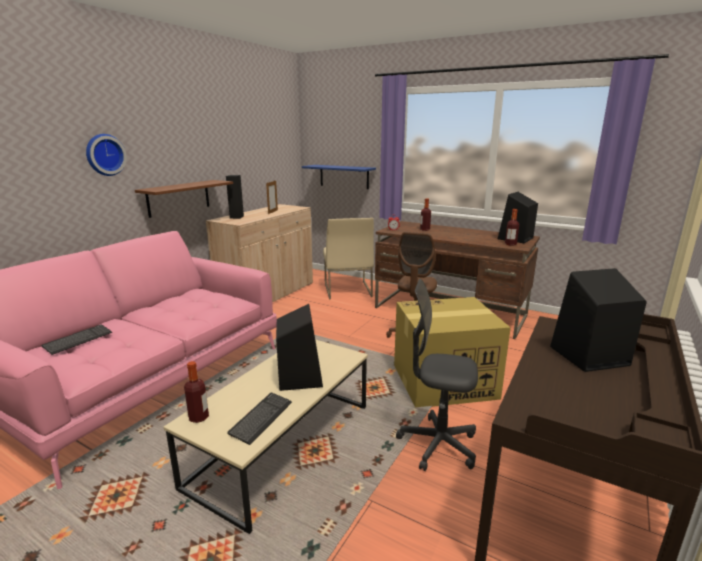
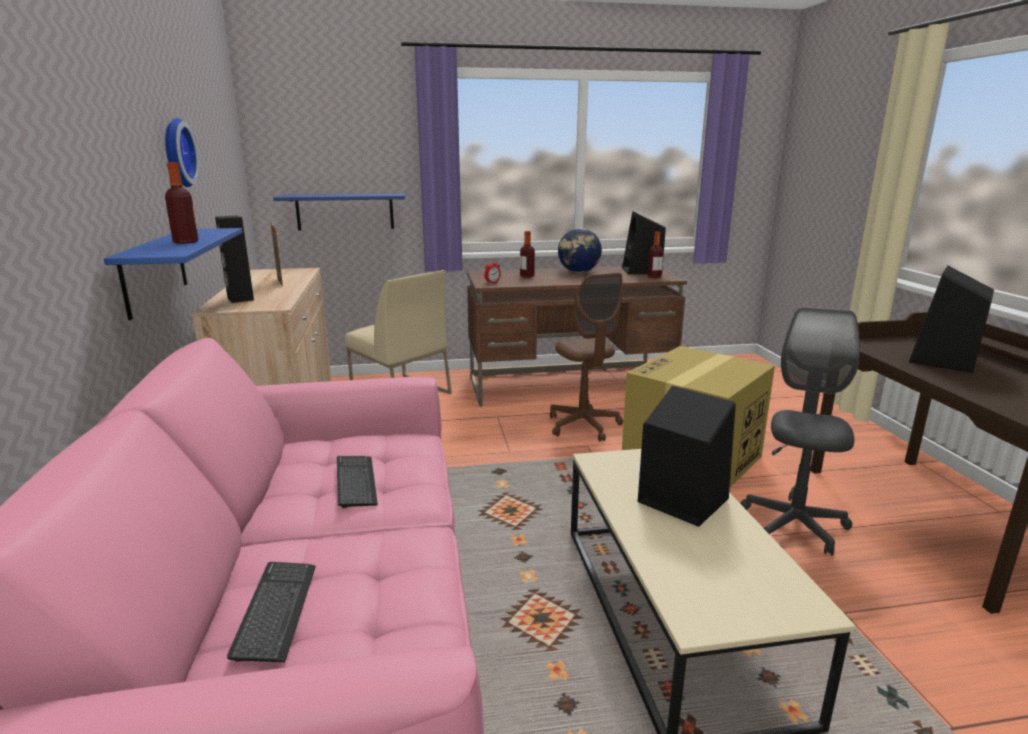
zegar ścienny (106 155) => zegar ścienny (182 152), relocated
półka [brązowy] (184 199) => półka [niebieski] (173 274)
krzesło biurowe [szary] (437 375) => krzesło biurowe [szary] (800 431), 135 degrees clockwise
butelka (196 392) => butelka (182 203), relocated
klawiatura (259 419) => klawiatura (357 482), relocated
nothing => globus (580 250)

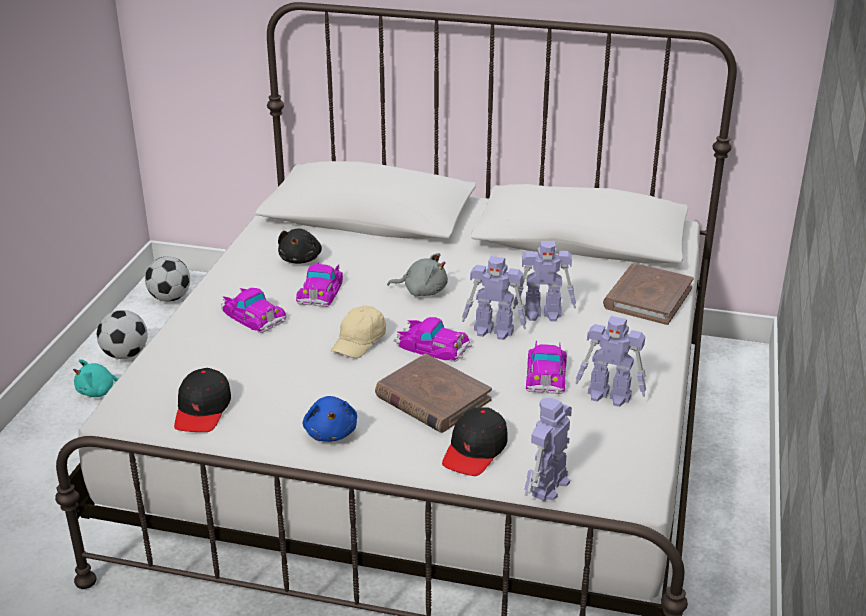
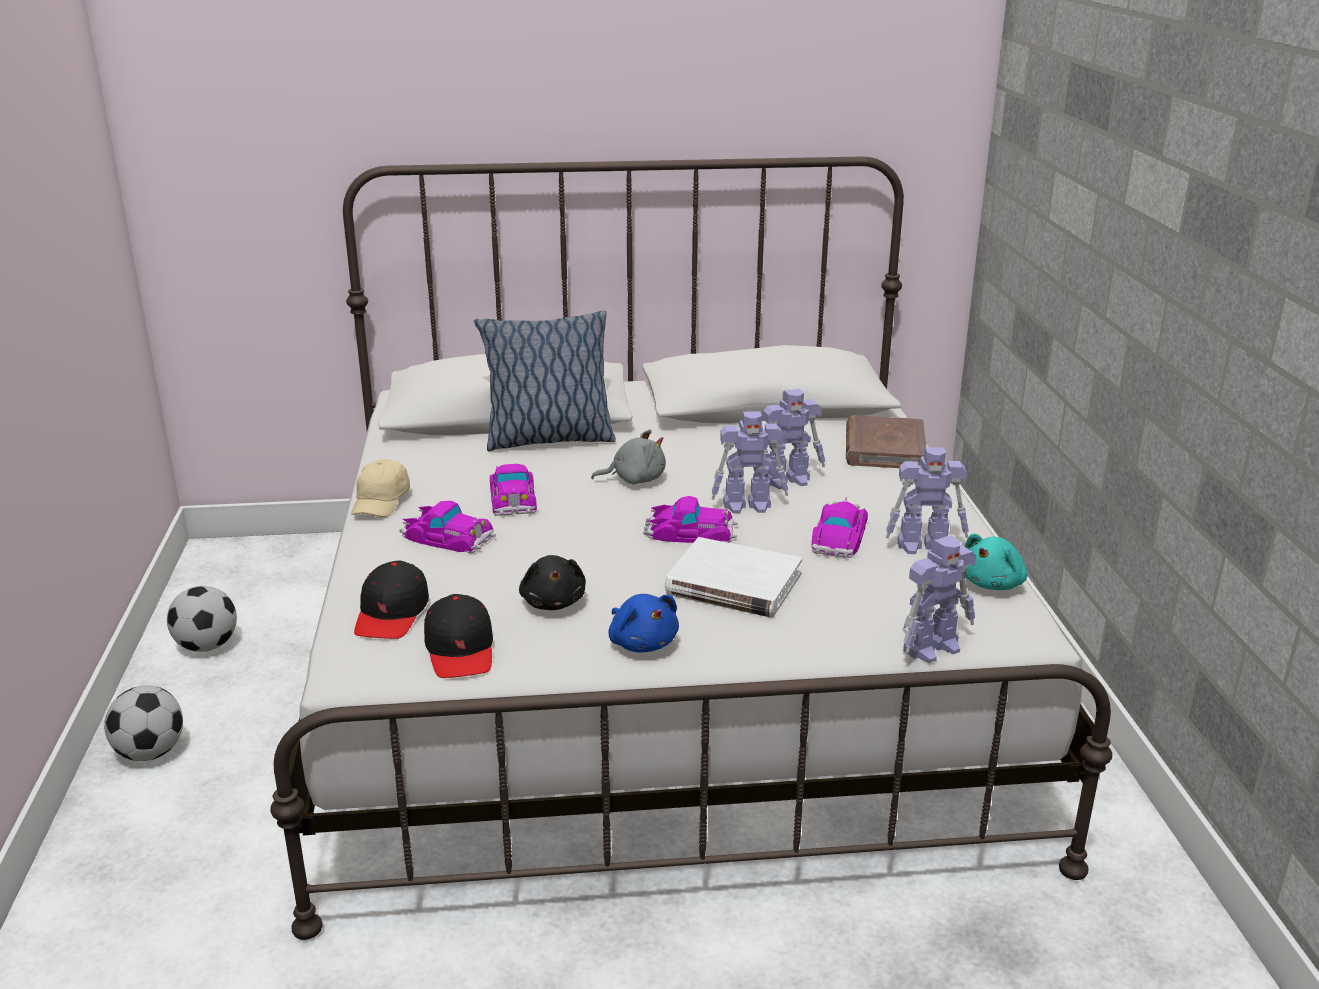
pluszak [czarny] (300 246) => pluszak [czarny] (552 582), relocated
piłka futbolowa (167 279) => piłka futbolowa (143 723), relocated
czapka z daszkiem [beżowy] (358 332) => czapka z daszkiem [beżowy] (380 488), relocated
samochodzik (546 367) => samochodzik (840 527), 150 degrees counterclockwise
książka [brązowy] (433 393) => książka [biały] (733 577)
pluszak [turkusowy] (96 378) => pluszak [turkusowy] (996 561), relocated
robot zabawkowy (548 449) => robot zabawkowy (939 599), 135 degrees counterclockwise
czapka z daszkiem [czarny] (475 441) => czapka z daszkiem [czarny] (391 599), relocated
nothing => poduszka (545 381)

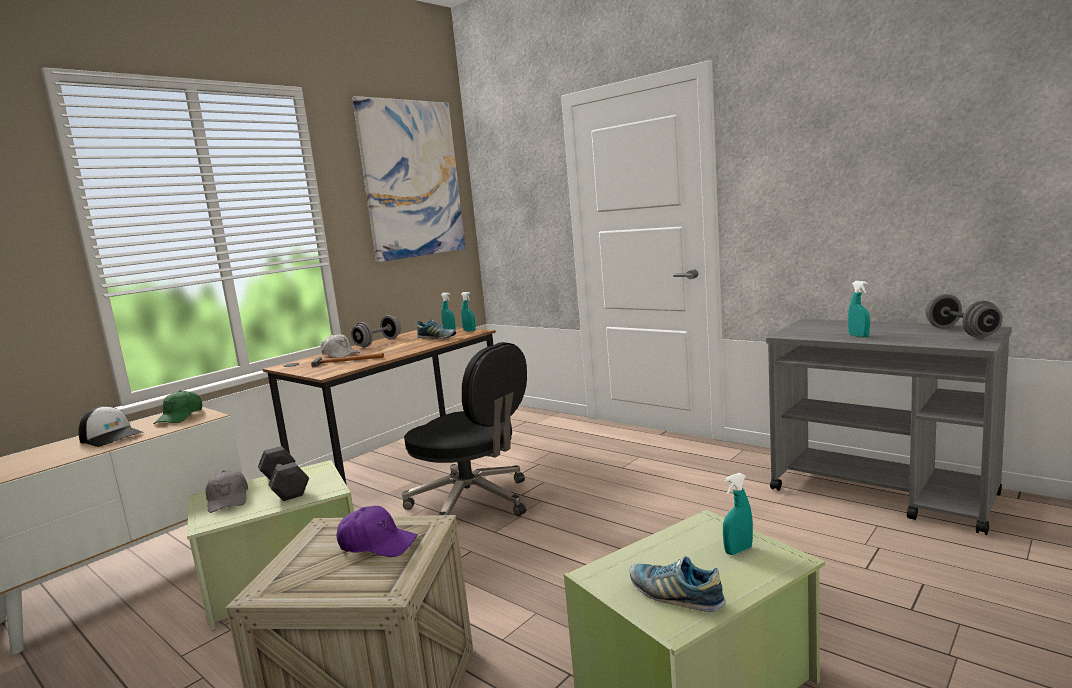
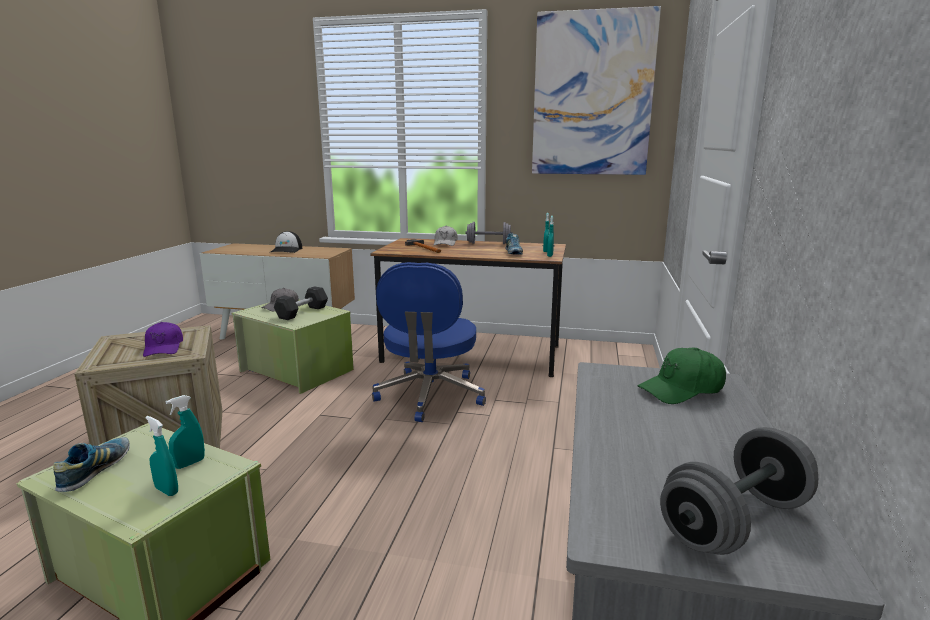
spryskiwacz [turkusowy] (859 309) => spryskiwacz [turkusowy] (185 432), relocated
krzesło biurowe [czarny] (464 429) => krzesło biurowe [niebieski] (429 342)
czapka z daszkiem [zielony] (177 407) => czapka z daszkiem [zielony] (682 376), relocated

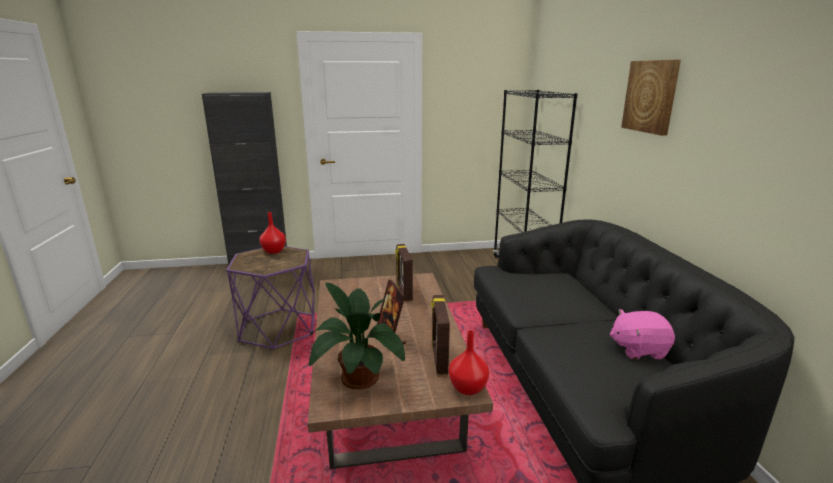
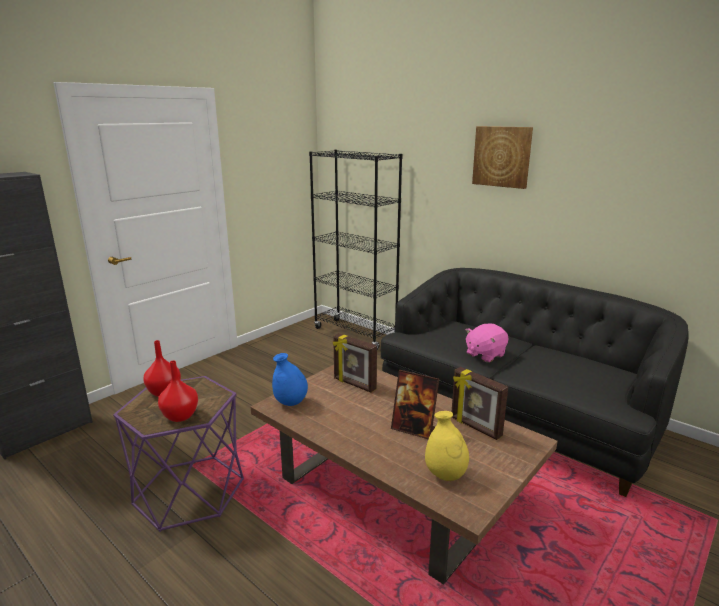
roślina doniczkowa (357 335) => wazon [żółty] (447 446)
pluszak [różowy] (642 334) => pluszak [różowy] (487 342), relocated
wazon [czerwony] (469 362) => wazon [czerwony] (178 391), relocated
nothing => wazon [niebieski] (290 379)

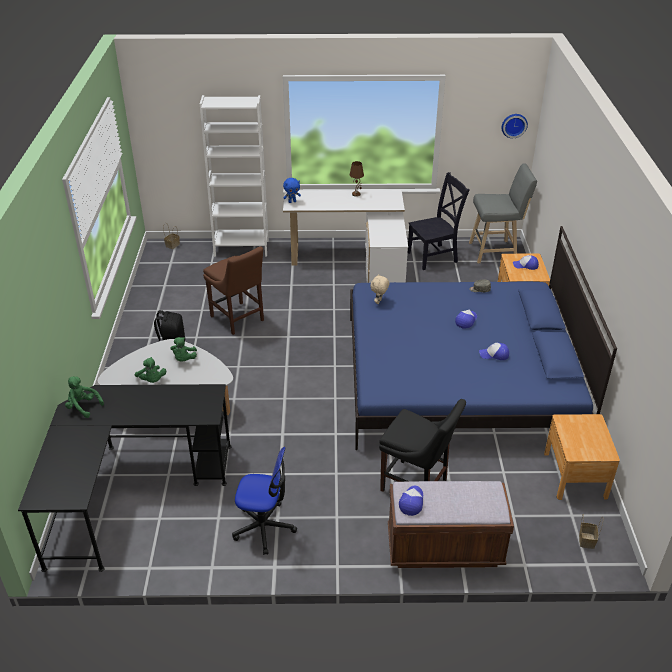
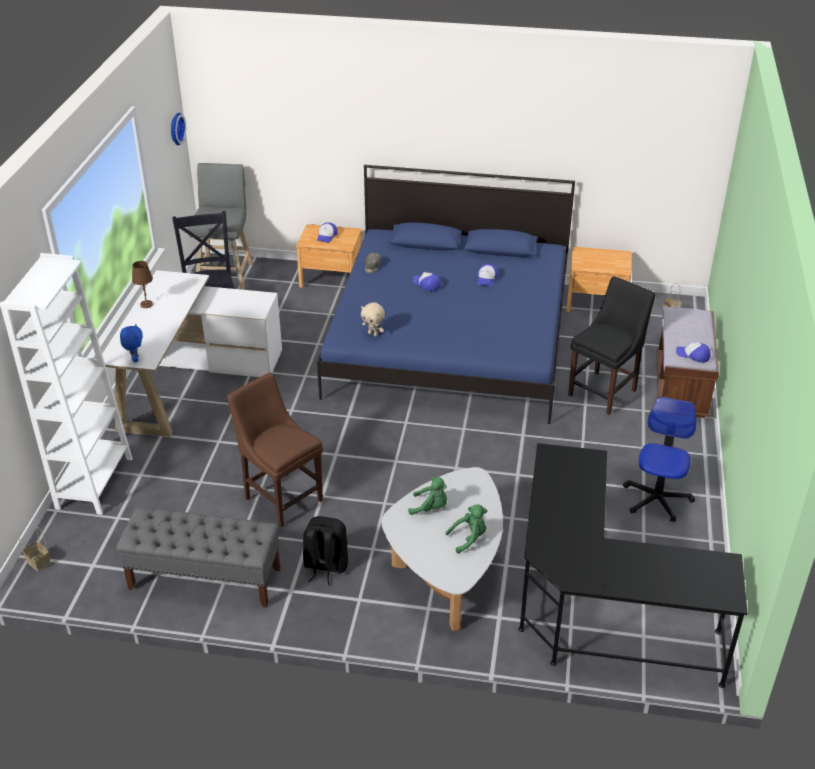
krzesło [brązowy] (233 290) => krzesło [brązowy] (275 449), 105 degrees counterclockwise
pluszak [zielony] (84 397) => nothing
nothing => ławka [szary] (198 557)

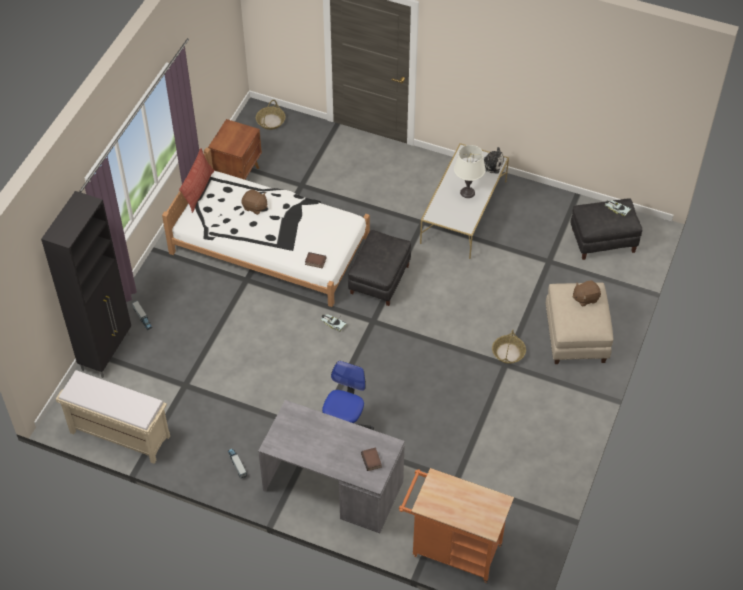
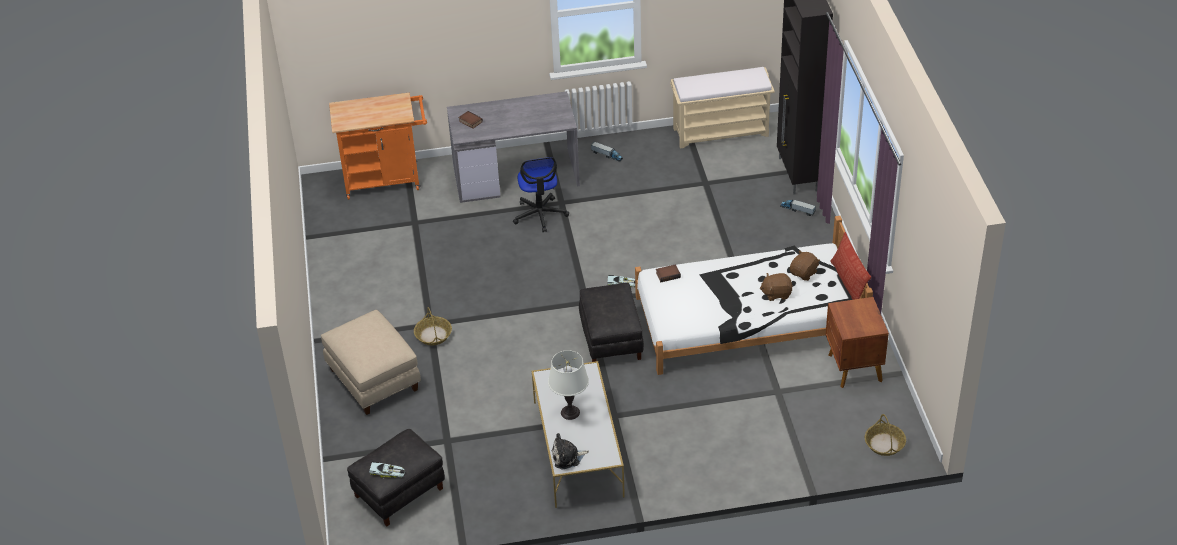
pluszak [brązowy] (586 293) => pluszak [brązowy] (805 265), relocated

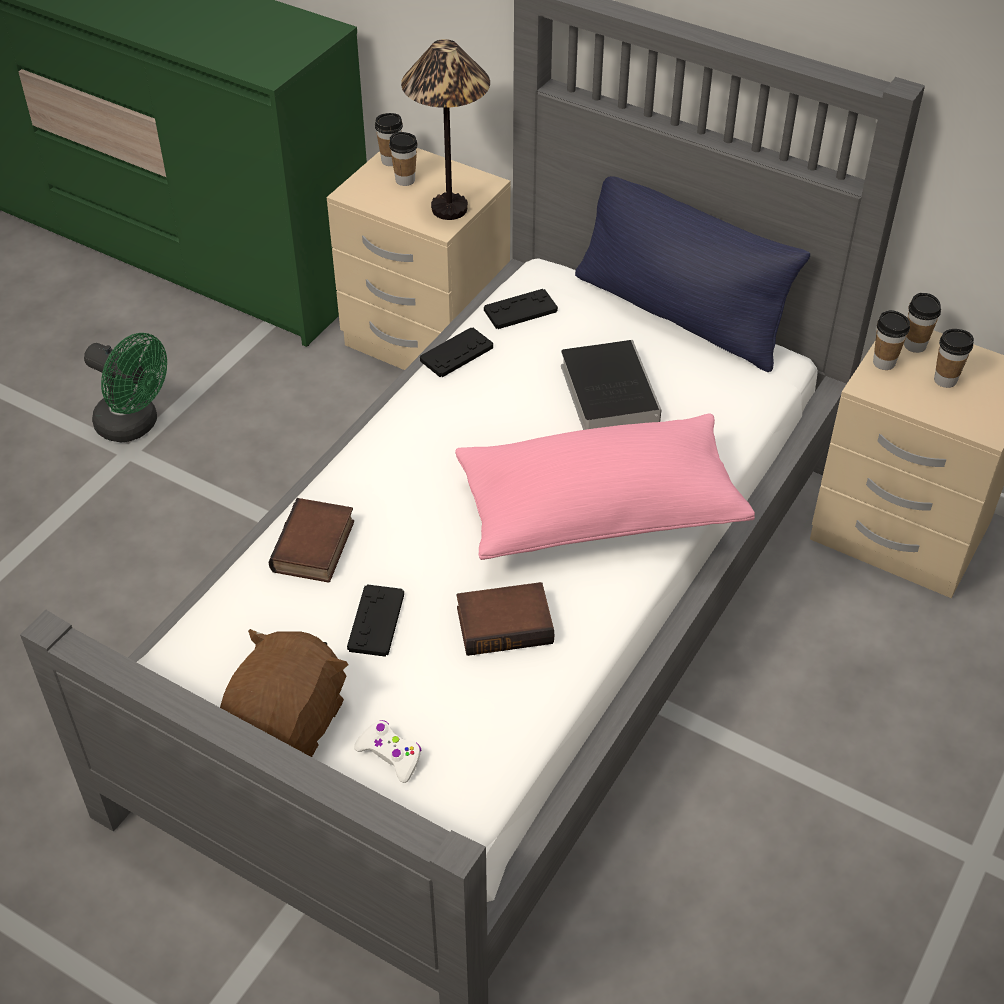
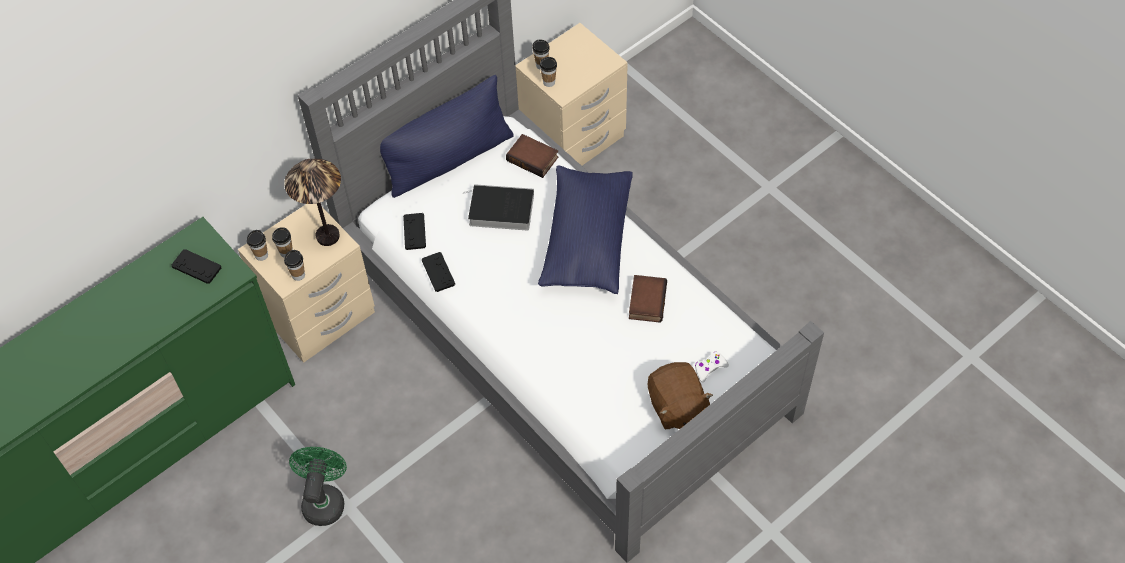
filiżanka (954 358) => filiżanka (294 265), relocated
wentylator [zielony] (125 388) => wentylator [zielony] (318 486), 45 degrees counterclockwise
poduszka [różowy] (605 486) => poduszka [niebieski] (585 230)
książka (311 540) => książka (532 156), relocated
pad do gier [czarny] (375 620) => pad do gier [czarny] (196 266), relocated
pluszak [brązowy] (284 693) => pluszak [brązowy] (680 396), 150 degrees counterclockwise

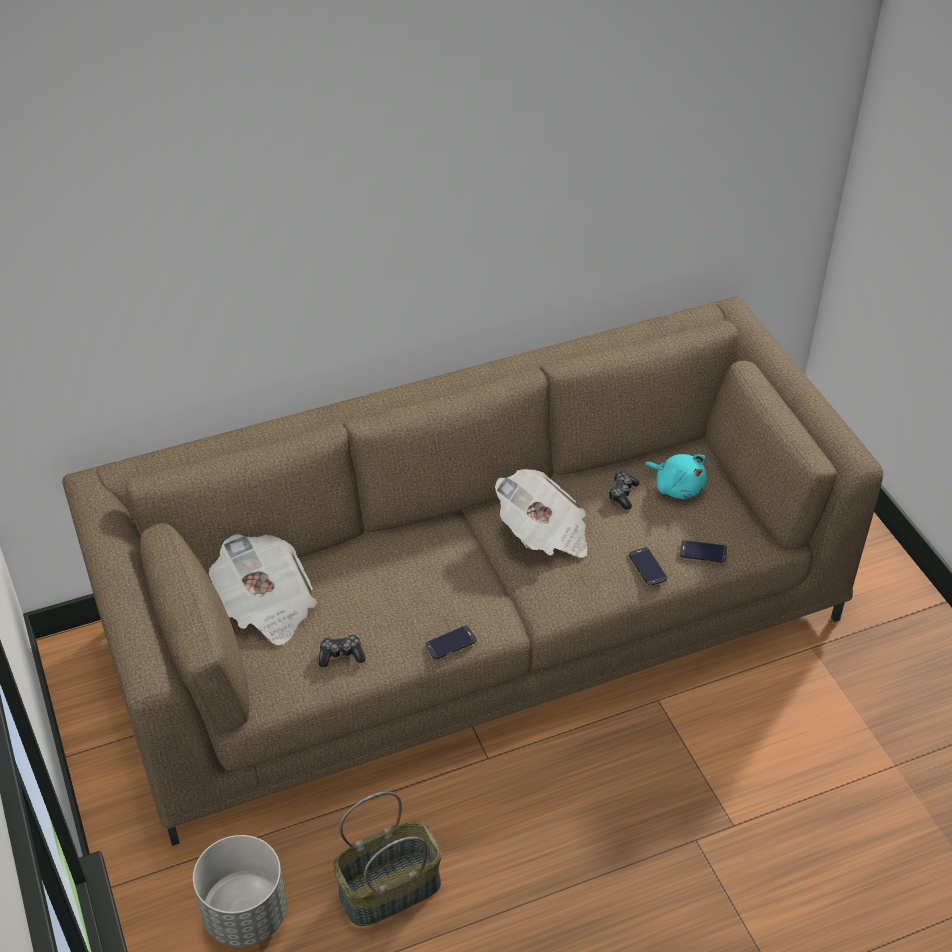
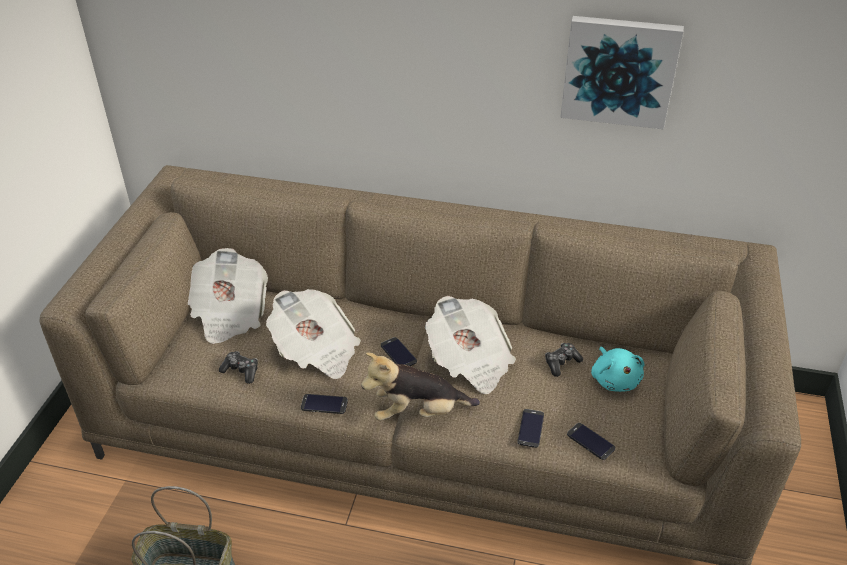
donica [szary] (240 891) => nothing
nothing => obraz (622 72)
nothing => gazeta (313 334)
nothing => telefon (399 351)
nothing => pluszak (420 386)

